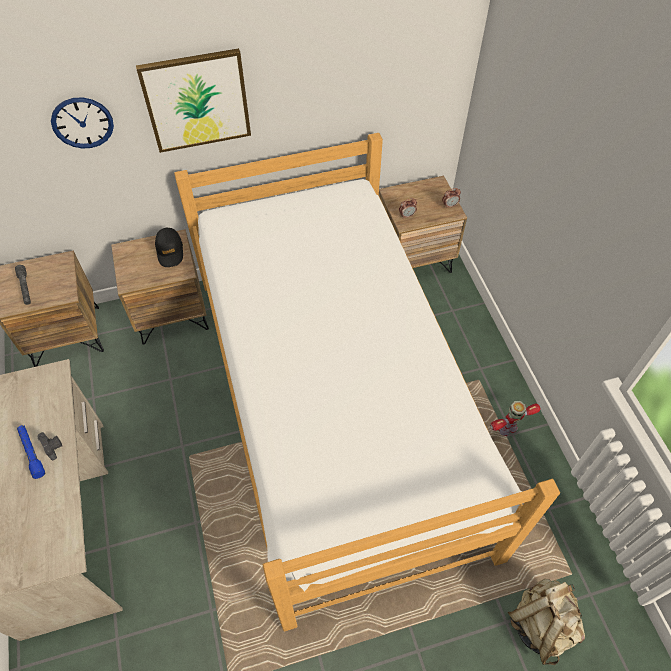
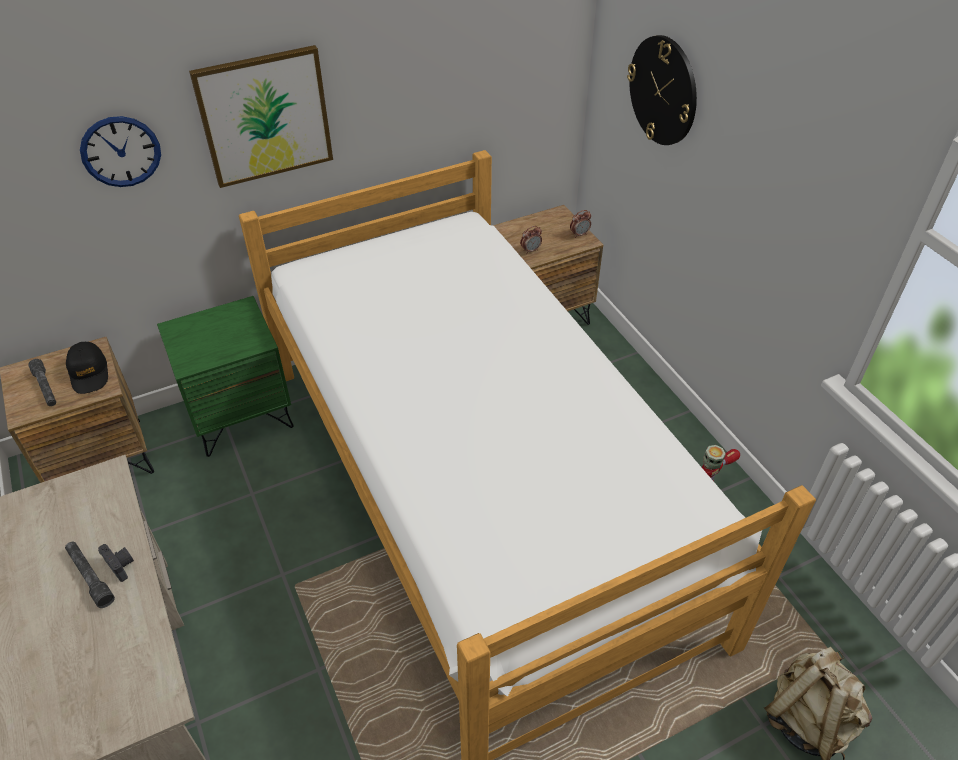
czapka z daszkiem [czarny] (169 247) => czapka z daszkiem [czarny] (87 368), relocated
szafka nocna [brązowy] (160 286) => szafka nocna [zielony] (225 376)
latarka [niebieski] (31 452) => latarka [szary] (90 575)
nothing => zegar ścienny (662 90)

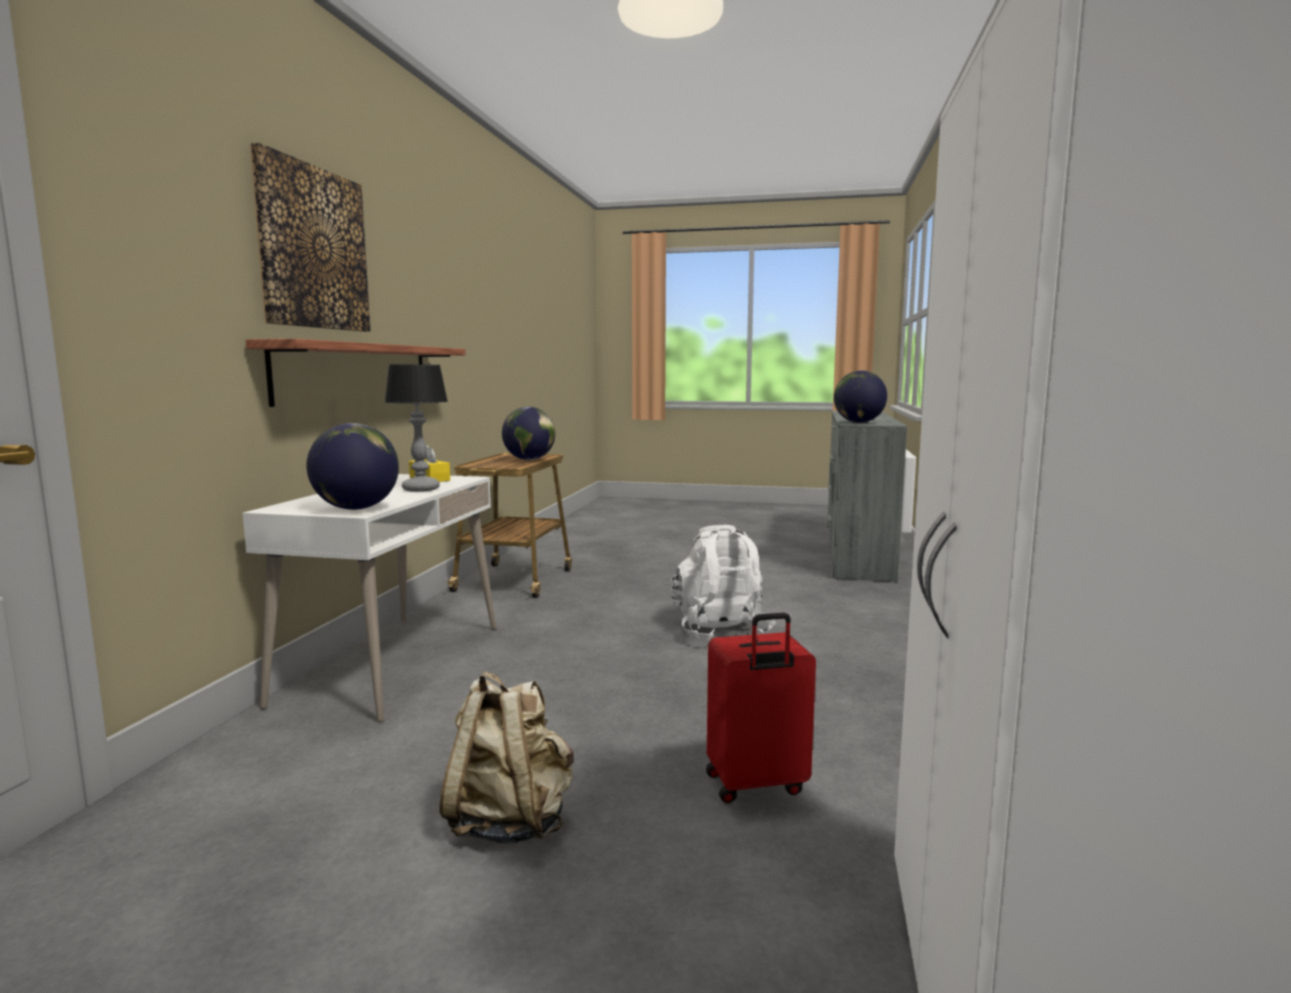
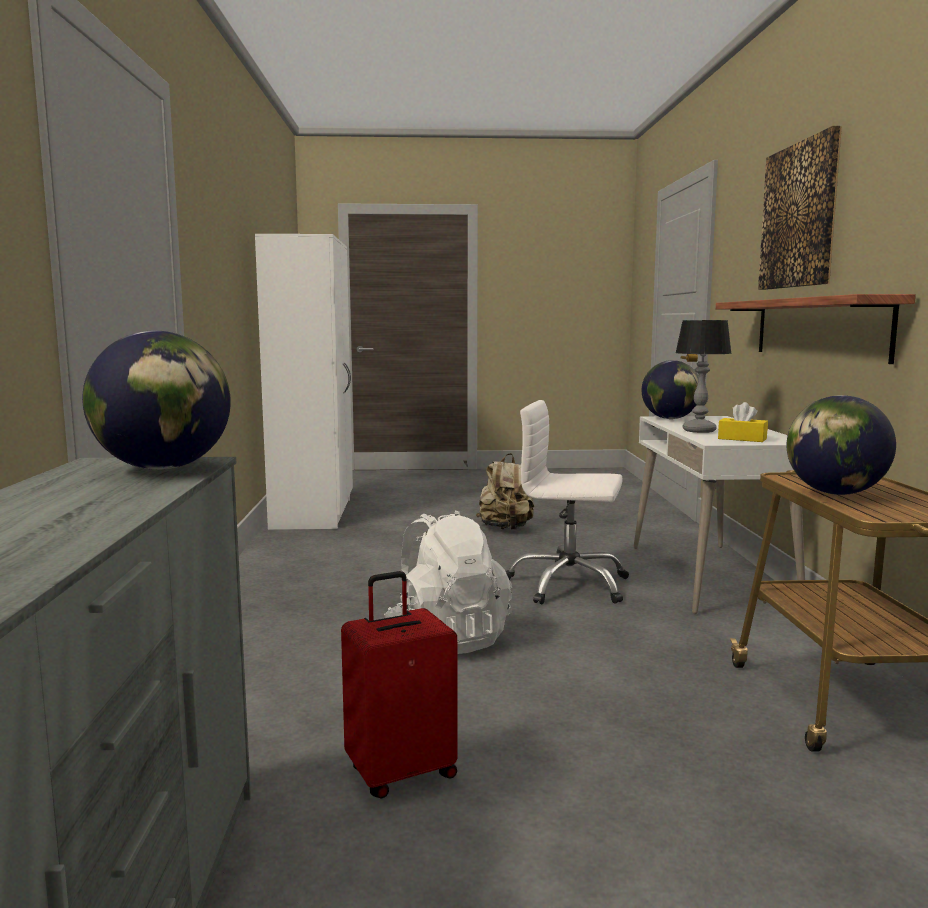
walizka [czerwony] (761 708) => walizka [czerwony] (399 685), relocated
nothing => krzesło biurowe [biały] (567 502)

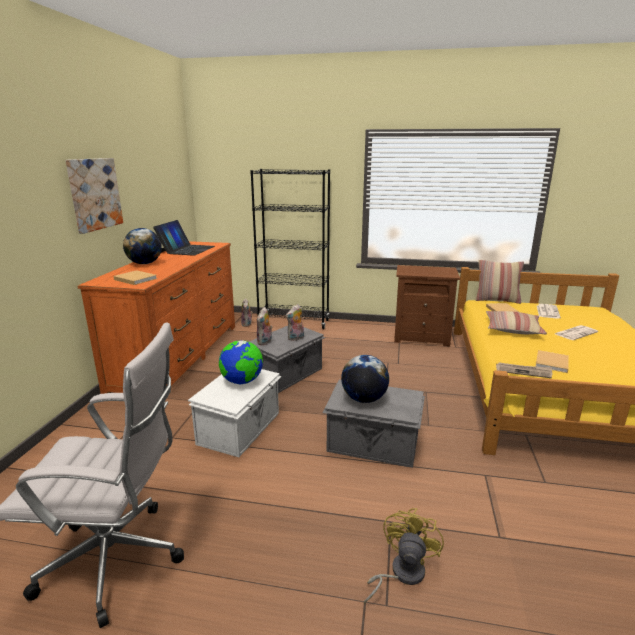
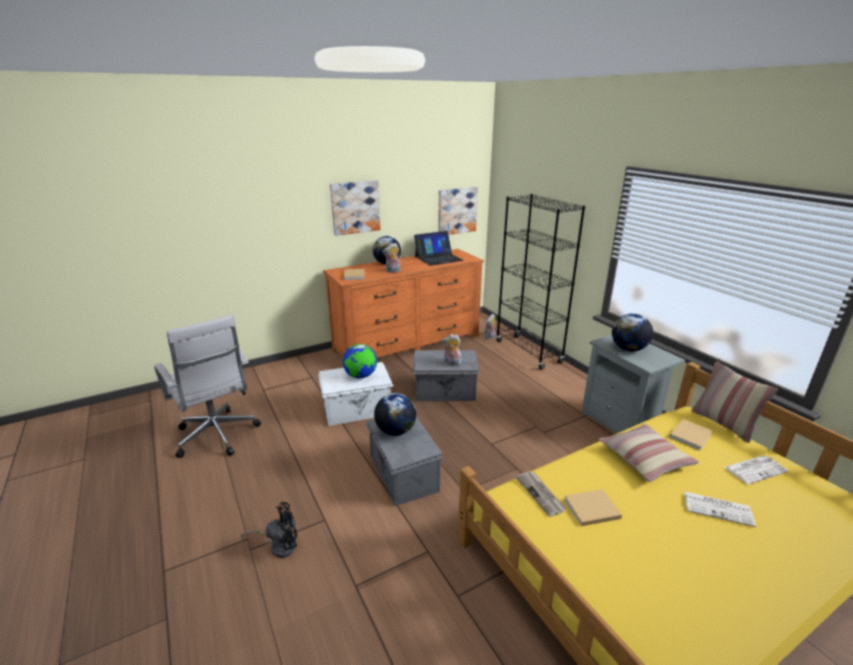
szafka nocna [brązowy] (427 306) => szafka nocna [szary] (633 384)
pluszak (265 326) => pluszak (392 258), relocated
wentylator [żółty] (404 556) => wentylator [czarny] (269 530)
nothing => obraz (458 211)
nothing => globus (632 332)

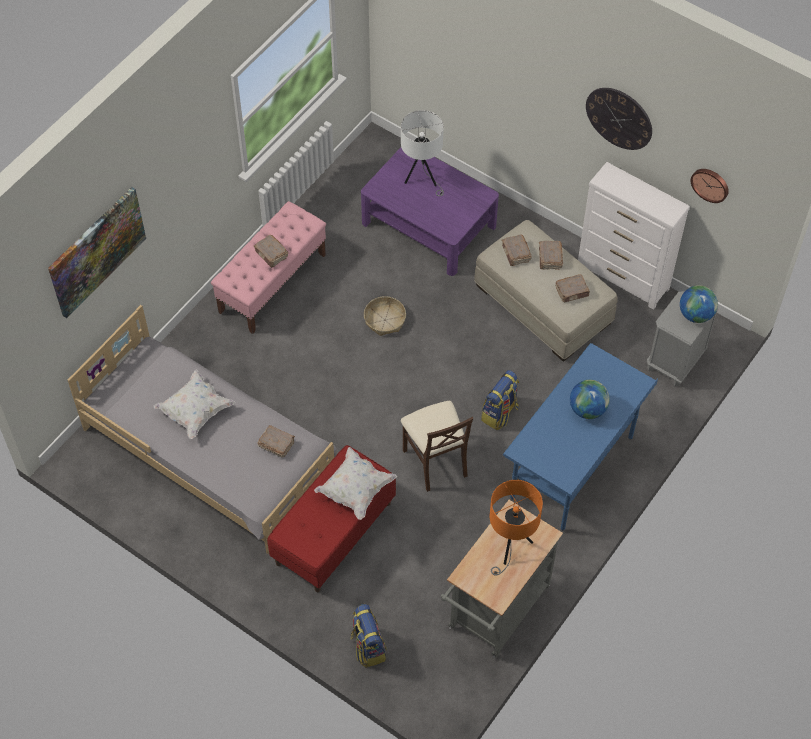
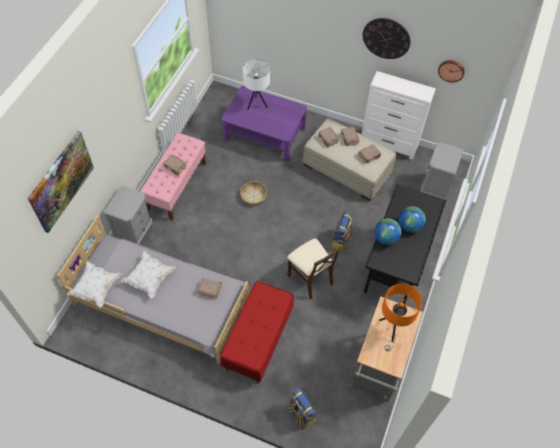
globus (699 304) => globus (387 232), relocated
biurko [niebieski] (580 437) => biurko [czarny] (405 244)
poduszka [biały] (355 483) => poduszka [biały] (94 284), relocated
nothing => szafka nocna [szary] (128 215)

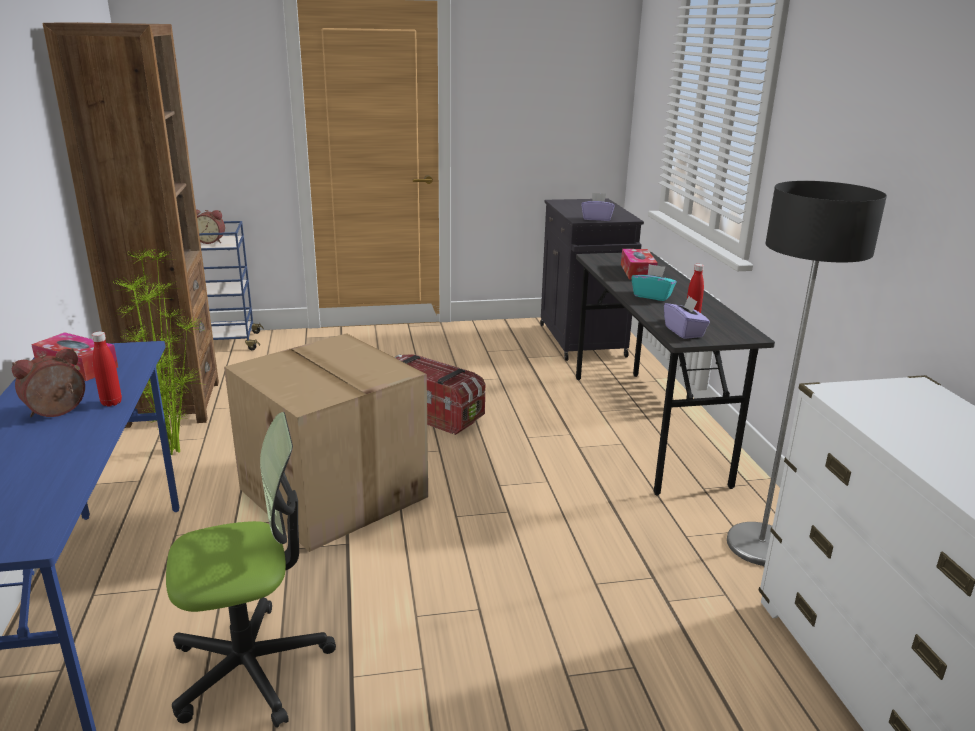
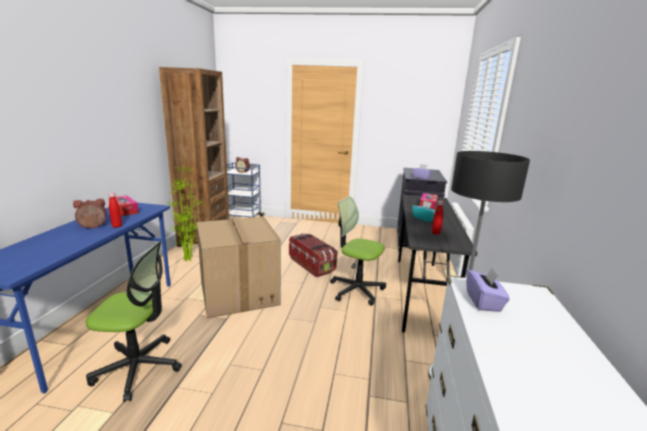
pudełko chusteczek [fioletowy] (687 317) => pudełko chusteczek [fioletowy] (488 289), relocated
nothing => krzesło biurowe (358 251)

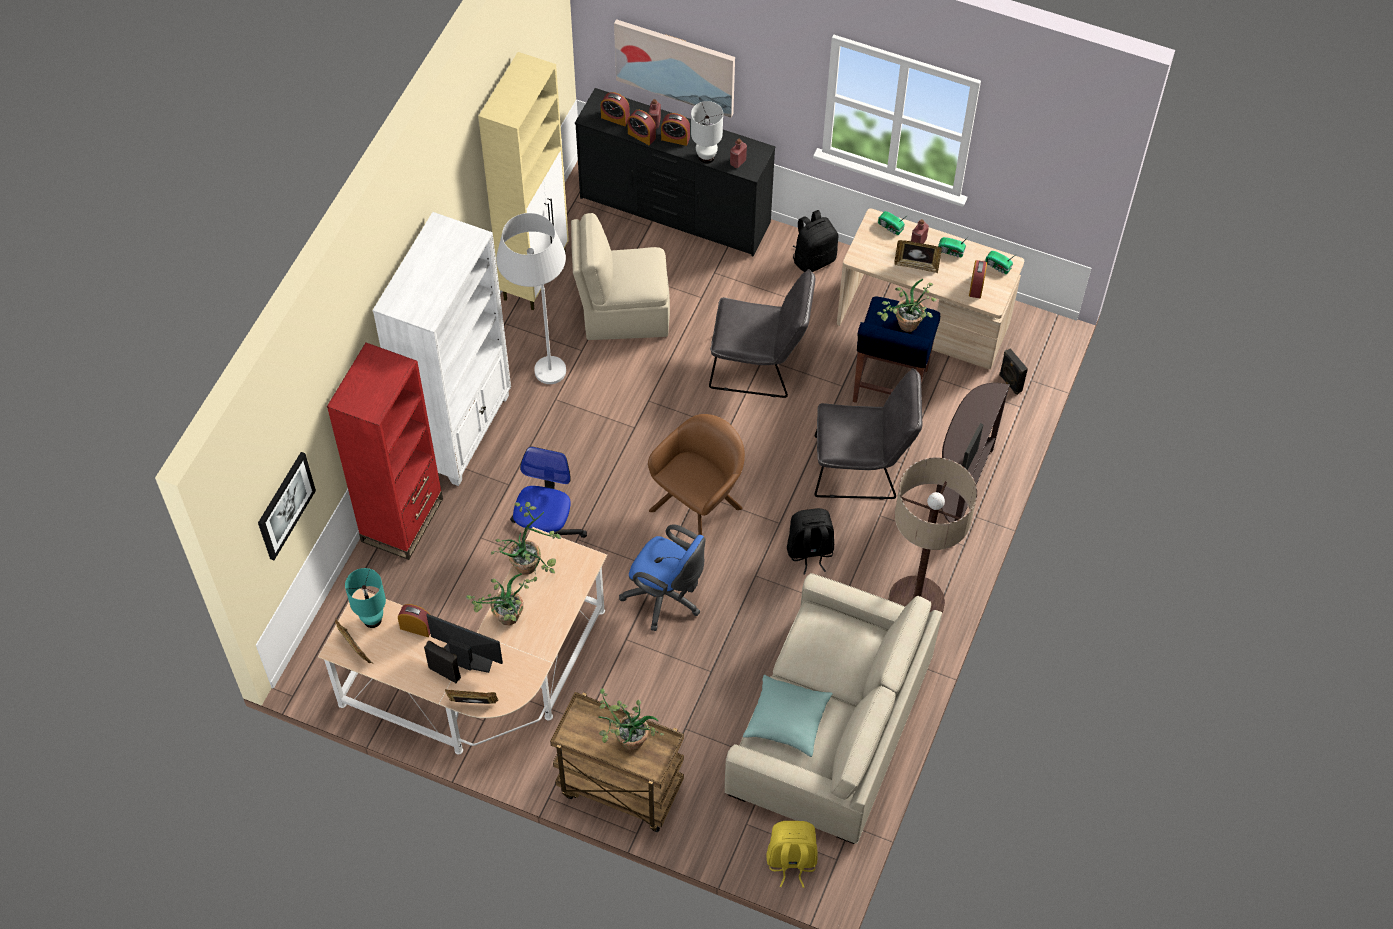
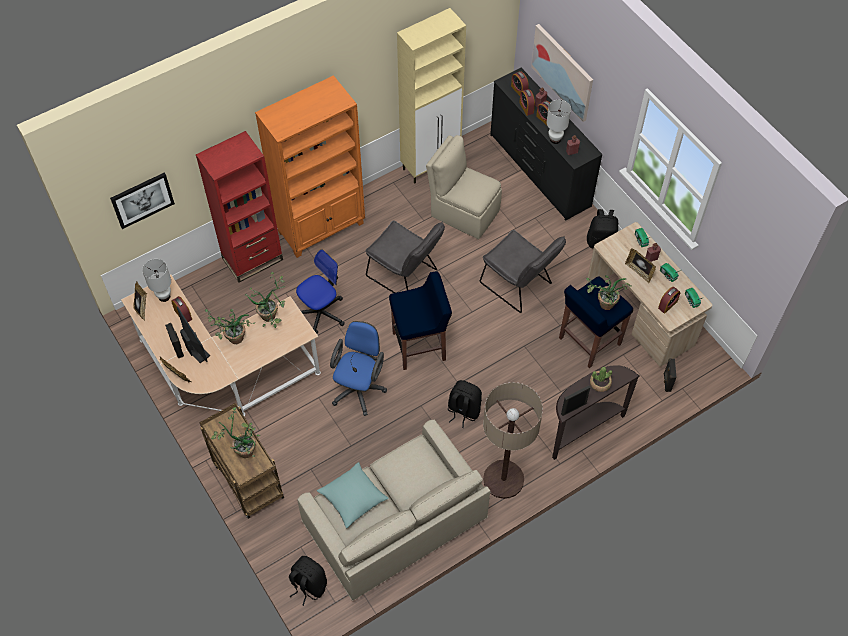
regał [biały] (441 349) => regał [pomarańczowy] (310 166)
lampa stojąca [biały] (531 298) => nothing
krzesło [szary] (868 434) => krzesło [szary] (405 257), relocated
fotel [brązowy] (696 474) => stołek [niebieski] (420 321)
krzesło biurowe [niebieski] (662 578) => krzesło biurowe [niebieski] (358 368), 135 degrees counterclockwise
lampa stołowa [turkusowy] (365 598) => lampa stołowa [biały] (156 280)
plecak [żółty] (792 854) => plecak [czarny] (308 581)
nothing => roślina doniczkowa (601 379)

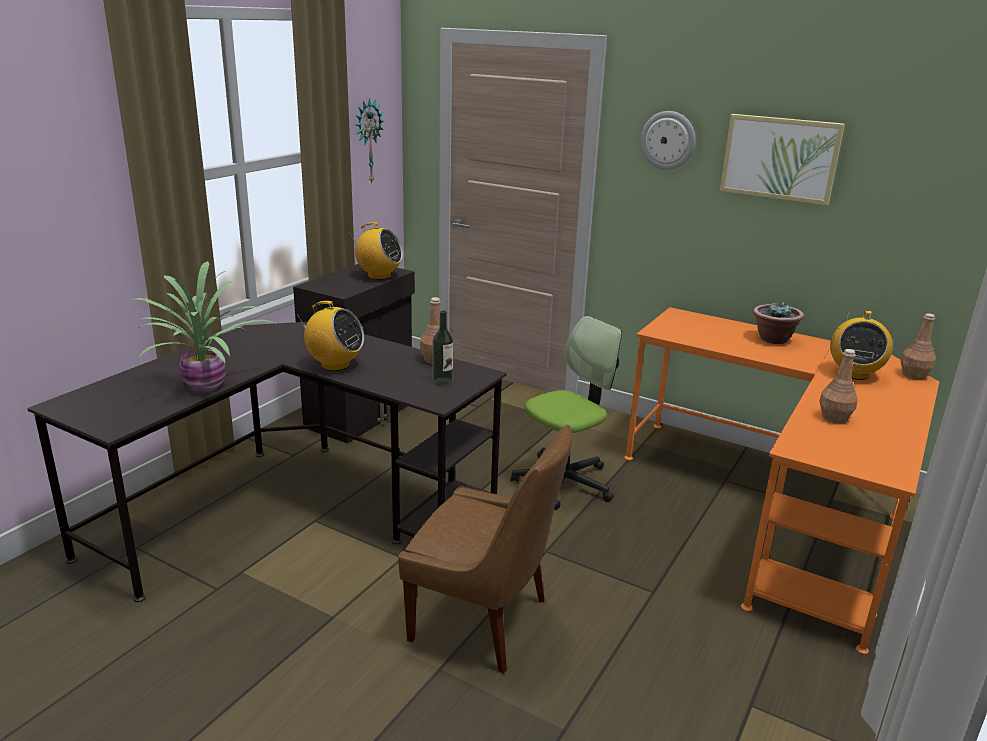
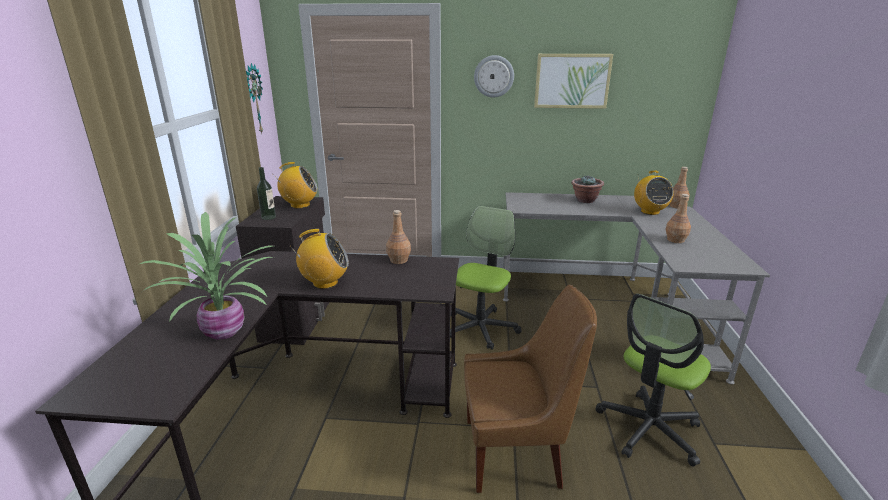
biurko [pomarańczowy] (781 480) => biurko [szary] (636 288)
butelka (443 348) => butelka (266 193), relocated
nothing => krzesło biurowe (653 380)

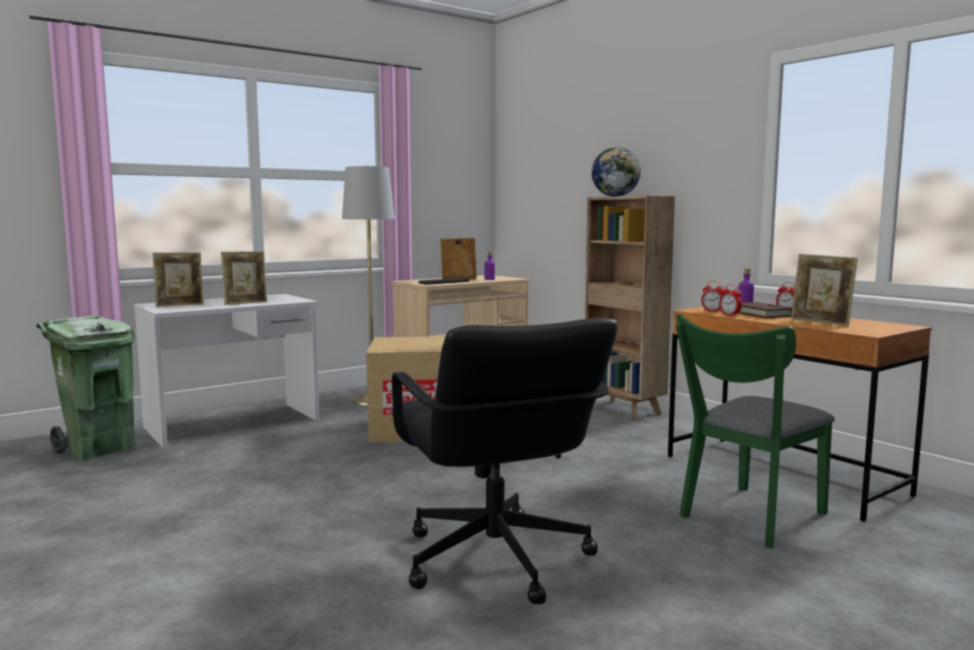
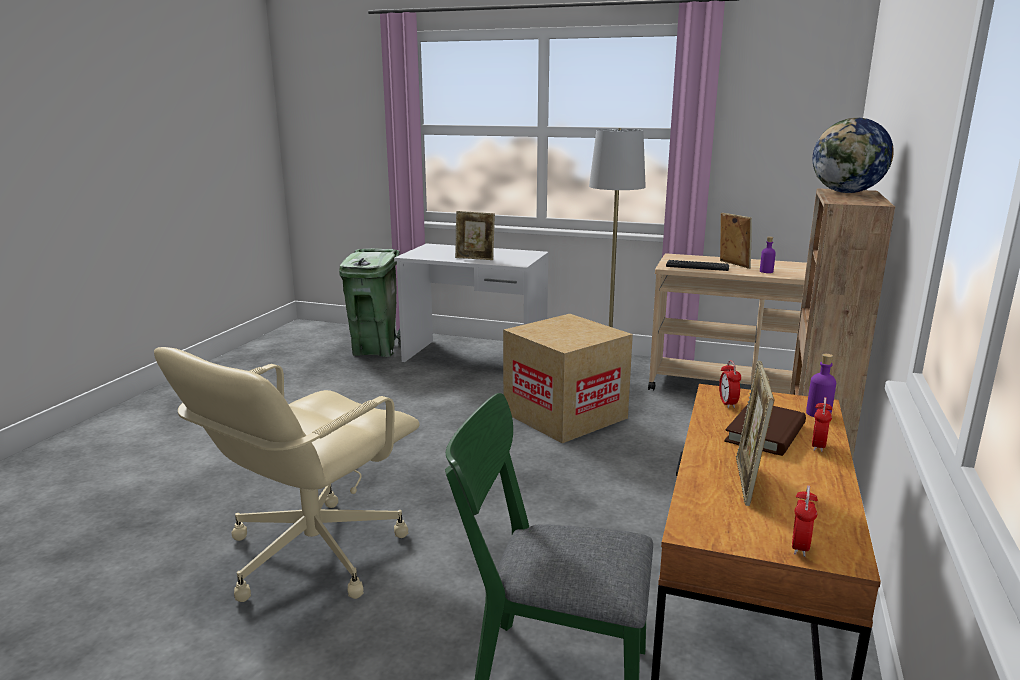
ramka na zdjęcie (178 279) => nothing
budzik (730 300) => budzik (805 521), relocated
krzesło biurowe [czarny] (505 461) => krzesło biurowe [beżowy] (286 474)

